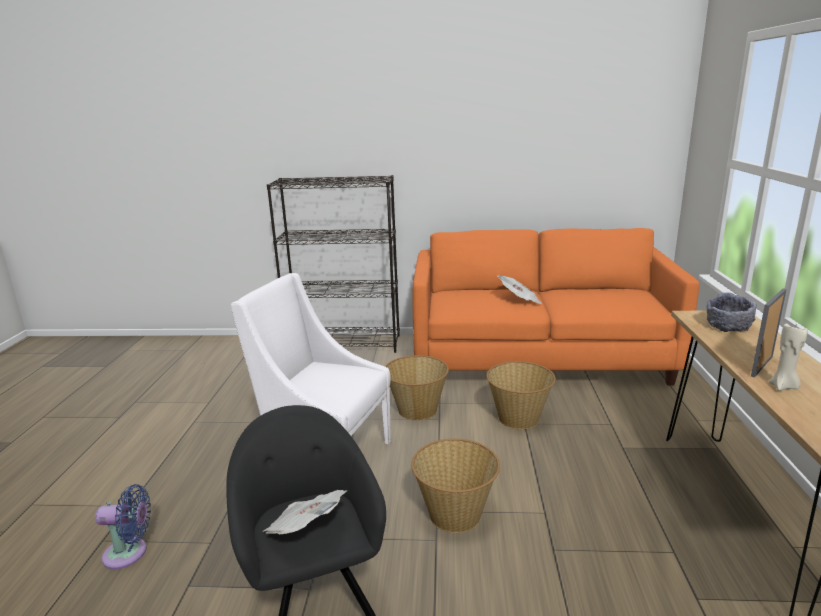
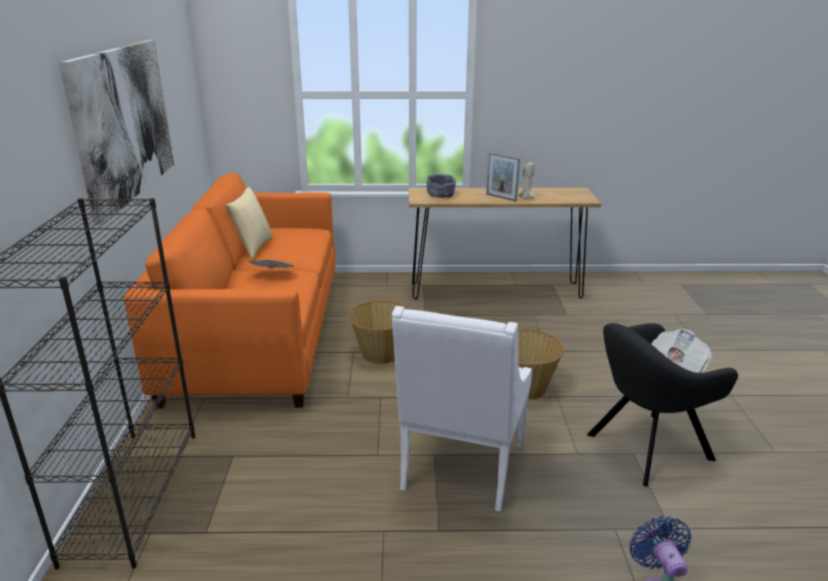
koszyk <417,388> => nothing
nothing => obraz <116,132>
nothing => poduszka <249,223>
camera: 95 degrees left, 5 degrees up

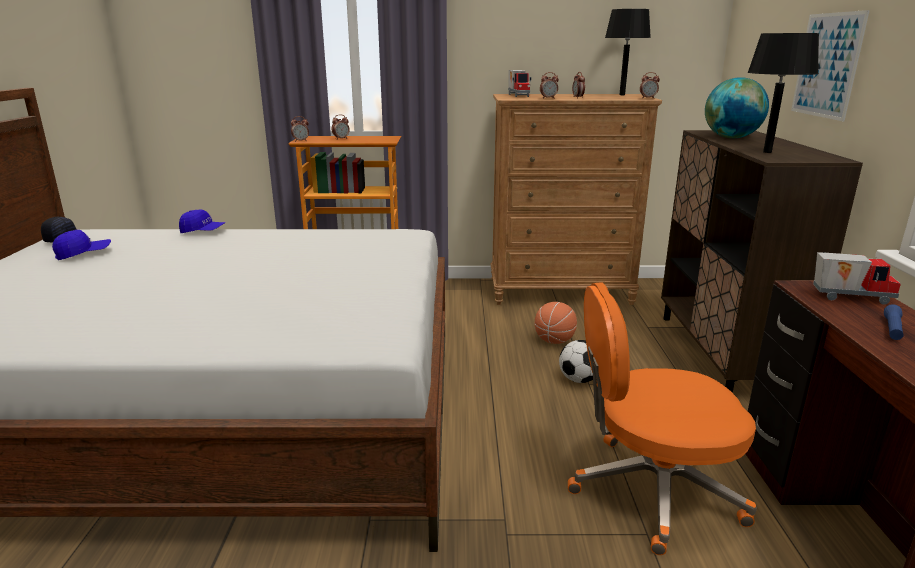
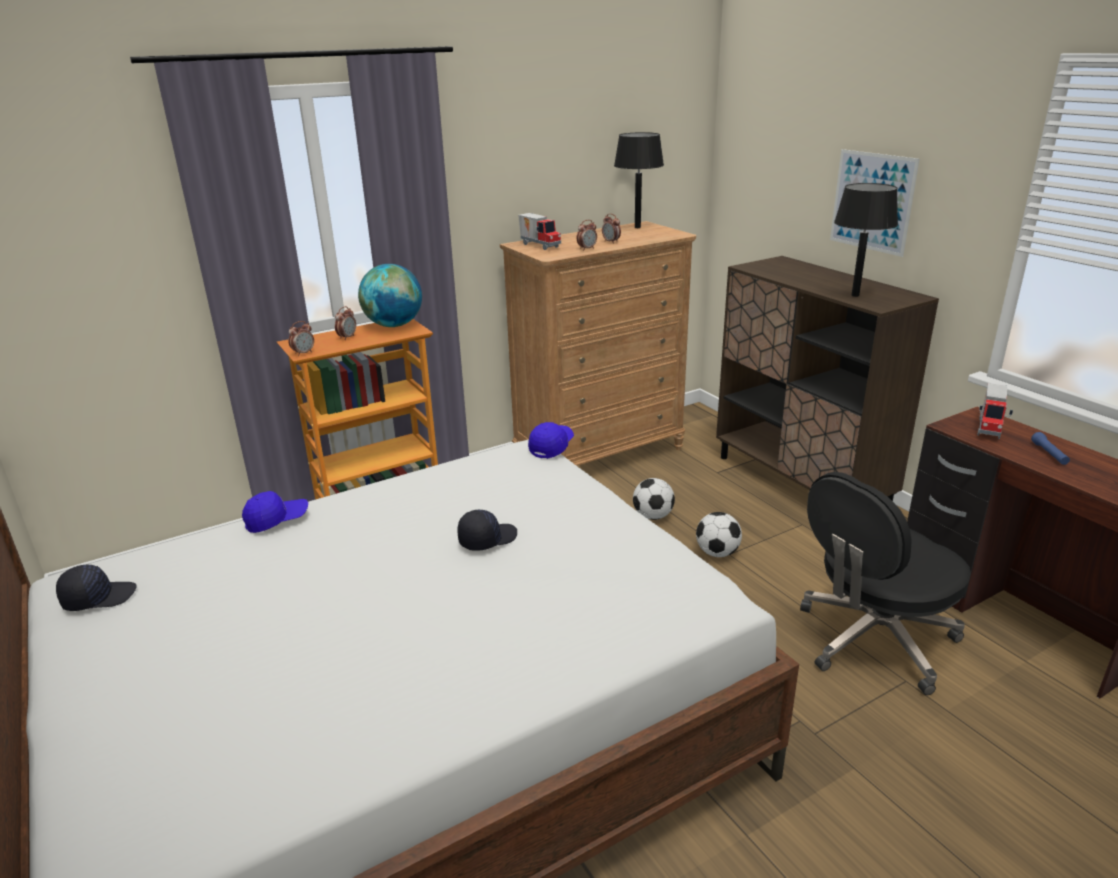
budzik <650,85> => nothing
globus <737,107> => globus <390,295>, moved
czapka z daszkiem [niebieski] <81,245> => czapka z daszkiem [niebieski] <551,440>, moved
ciężarówka zabawkowa <857,278> => ciężarówka zabawkowa <995,411>, 135 degrees clockwise
krzesło biurowe [pomarańczowy] <662,418> => krzesło biurowe [czarny] <885,583>
piłka do koszykówki <556,323> => piłka futbolowa <654,499>
nothing => czapka z daszkiem [czarny] <487,530>
camera: 30 degrees left, 5 degrees up

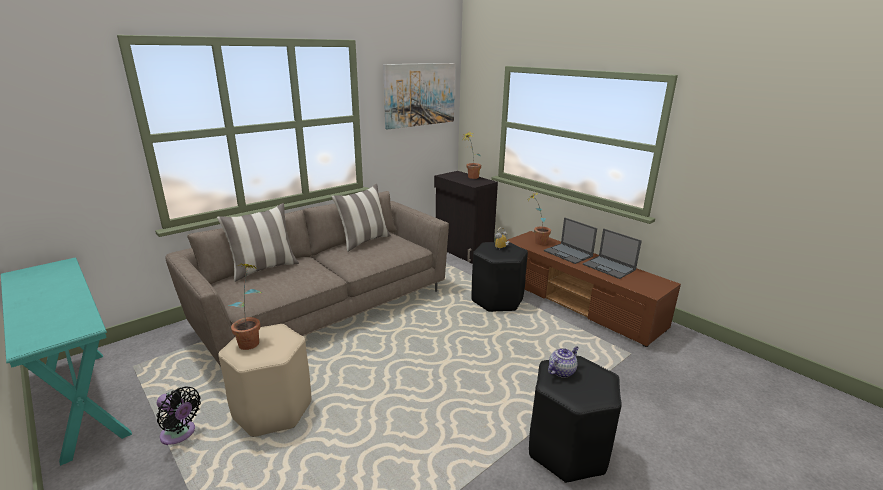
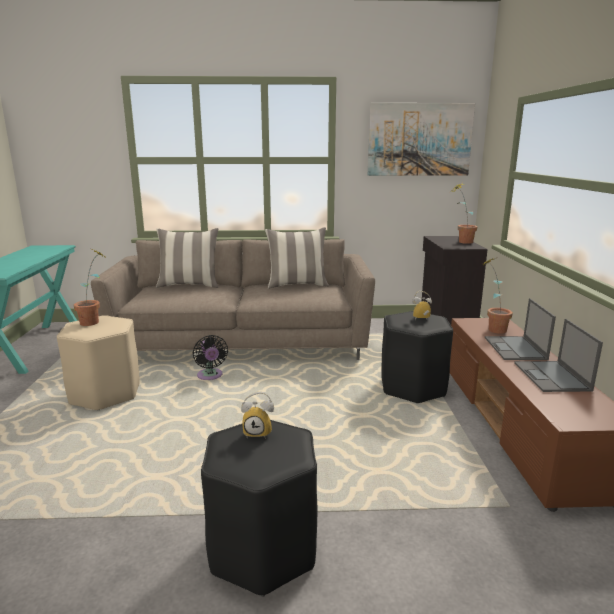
imbryk <563,362> => budzik <257,415>
wentylator [czarny] <179,415> => wentylator [czarny] <210,357>, moved
camera: 40 degrees right, 5 degrees down

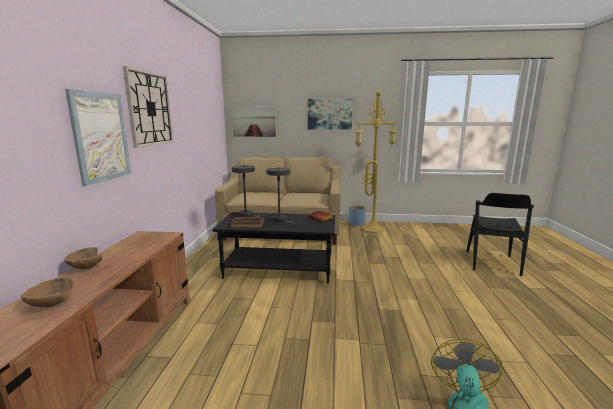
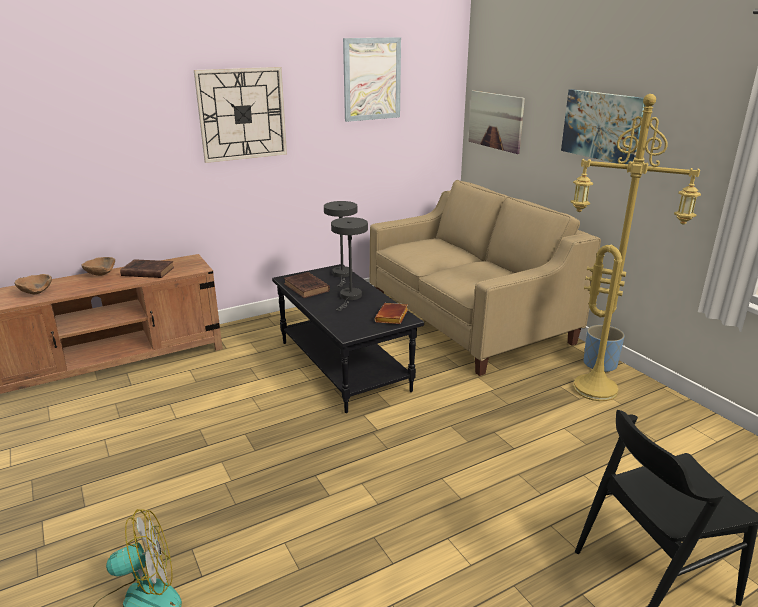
obraz <98,137> => obraz <372,79>, moved
nothing => książka [brązowy] <147,268>
camera: 55 degrees right, 10 degrees up

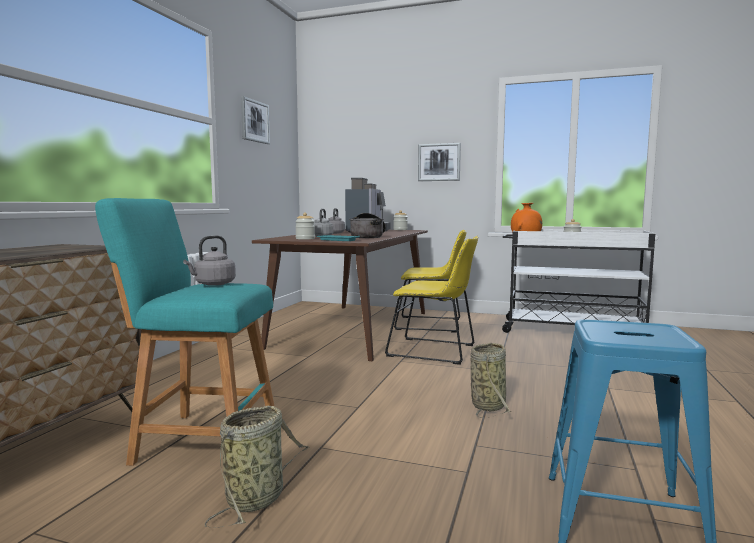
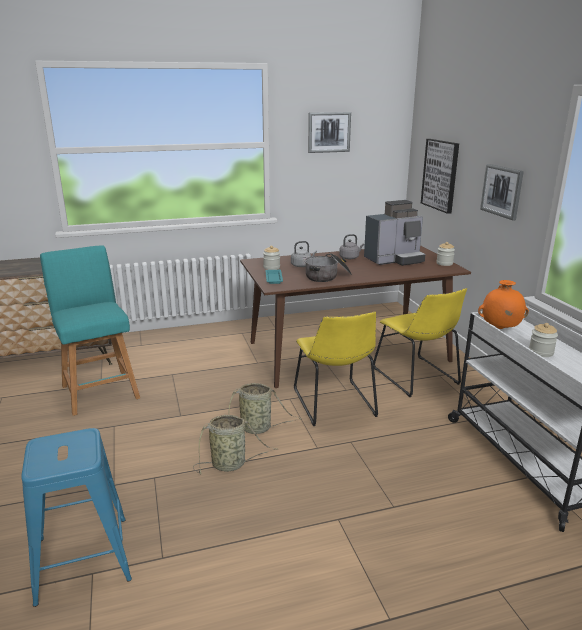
czajnik [szary] <209,260> => nothing
koszyk <257,467> => koszyk <264,408>, moved
nothing => obraz <440,176>
camera: 55 degrees right, 15 degrees up

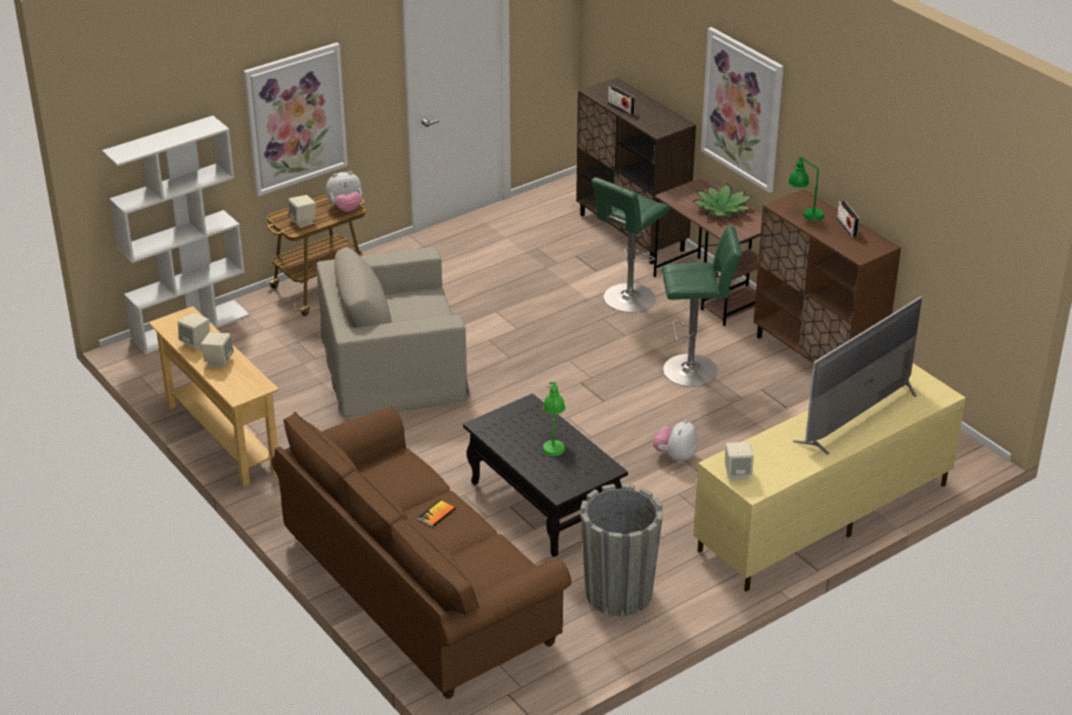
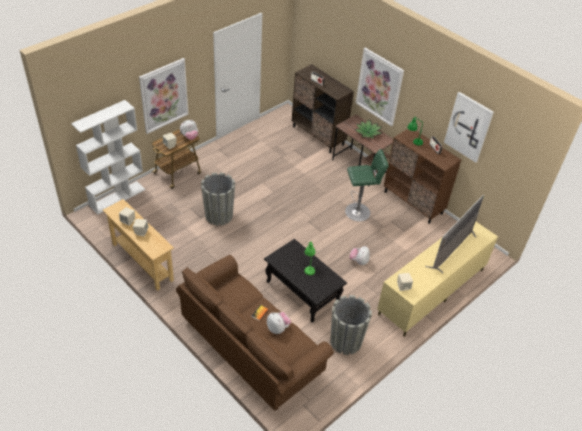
stołek [zielony] <630,245> => nothing
fotel [beżowy] <393,332> => donica [szary] <218,199>
nothing => obraz <469,127>
nothing => pluszak <279,323>
camera: 10 degrees left, 10 degrees up

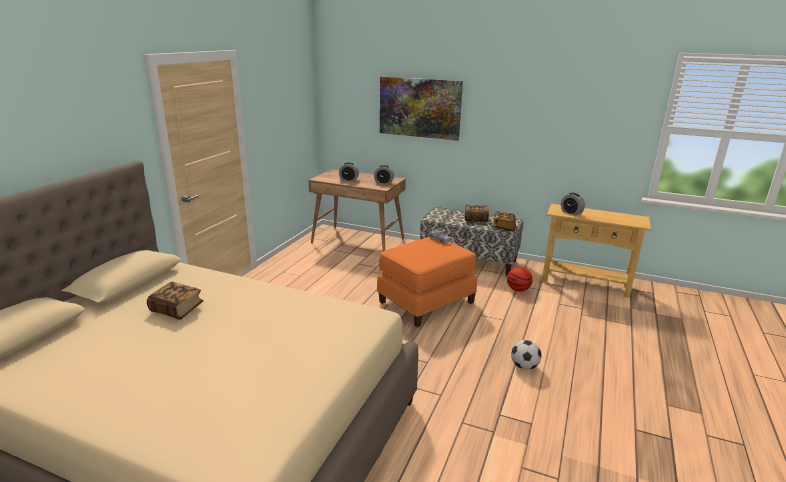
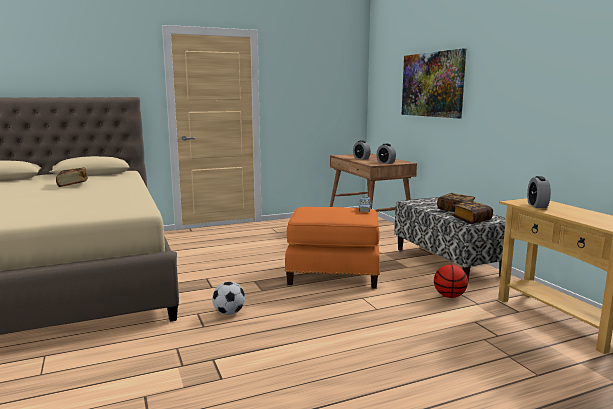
piłka futbolowa <526,355> => piłka futbolowa <228,298>, moved
camera: 45 degrees right, 10 degrees down

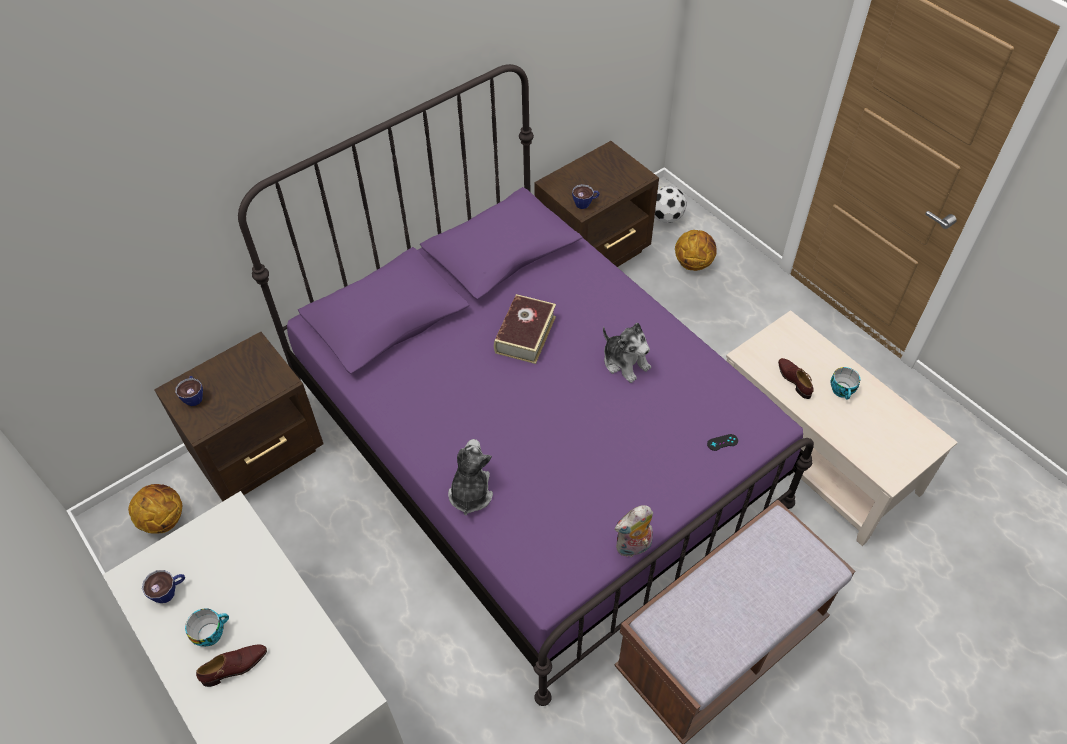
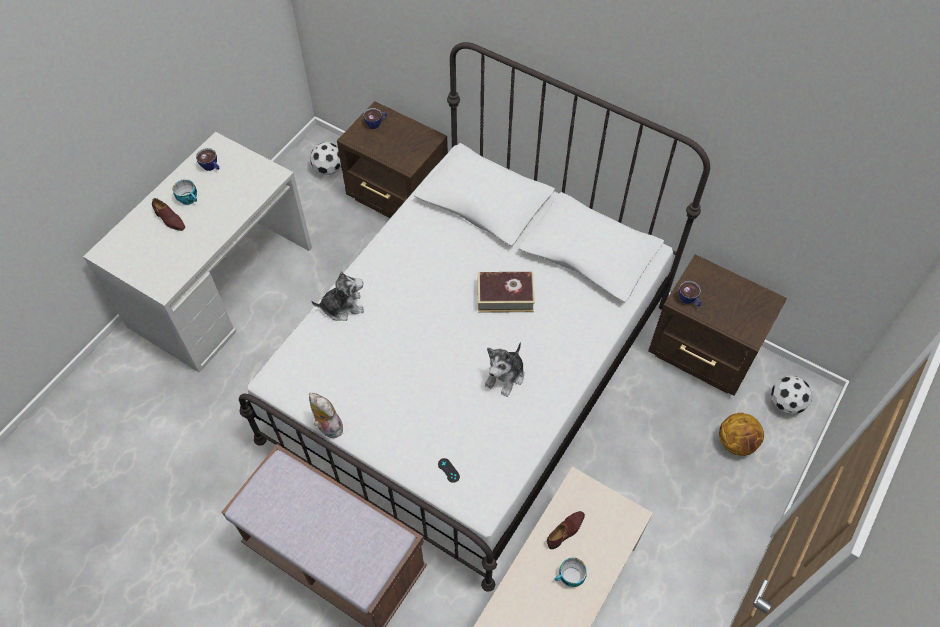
łóżko [fioletowy] <526,385> => łóżko [biały] <474,317>
piłka do koszykówki <155,508> => piłka futbolowa <325,158>
camera: 70 degrees right, 5 degrees up

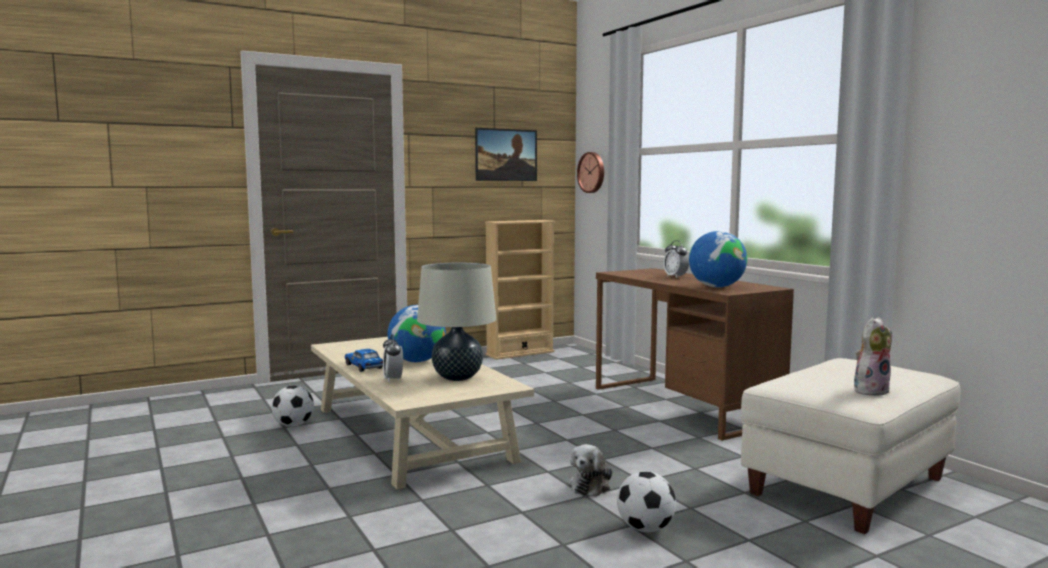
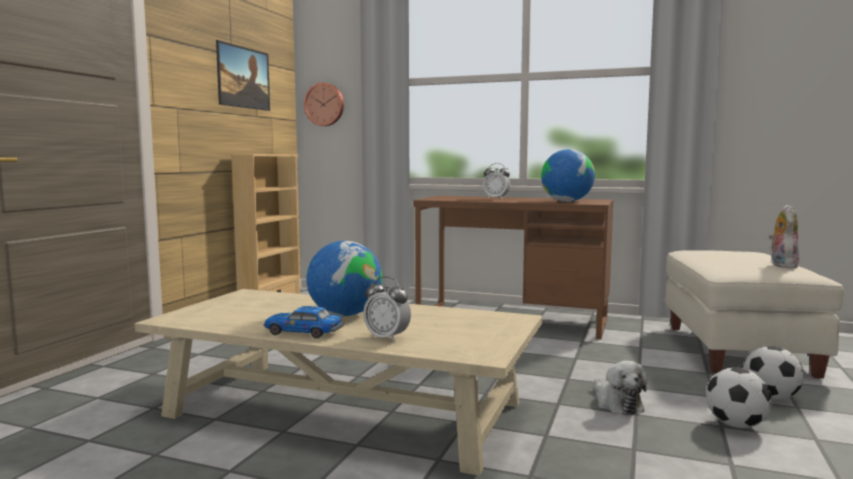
lampa stołowa [beżowy] <456,322> => nothing
piłka futbolowa <292,406> => piłka futbolowa <774,373>, moved
camera: 40 degrees left, 0 degrees up

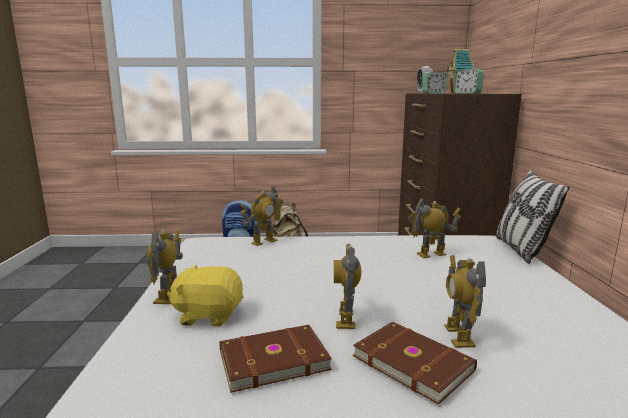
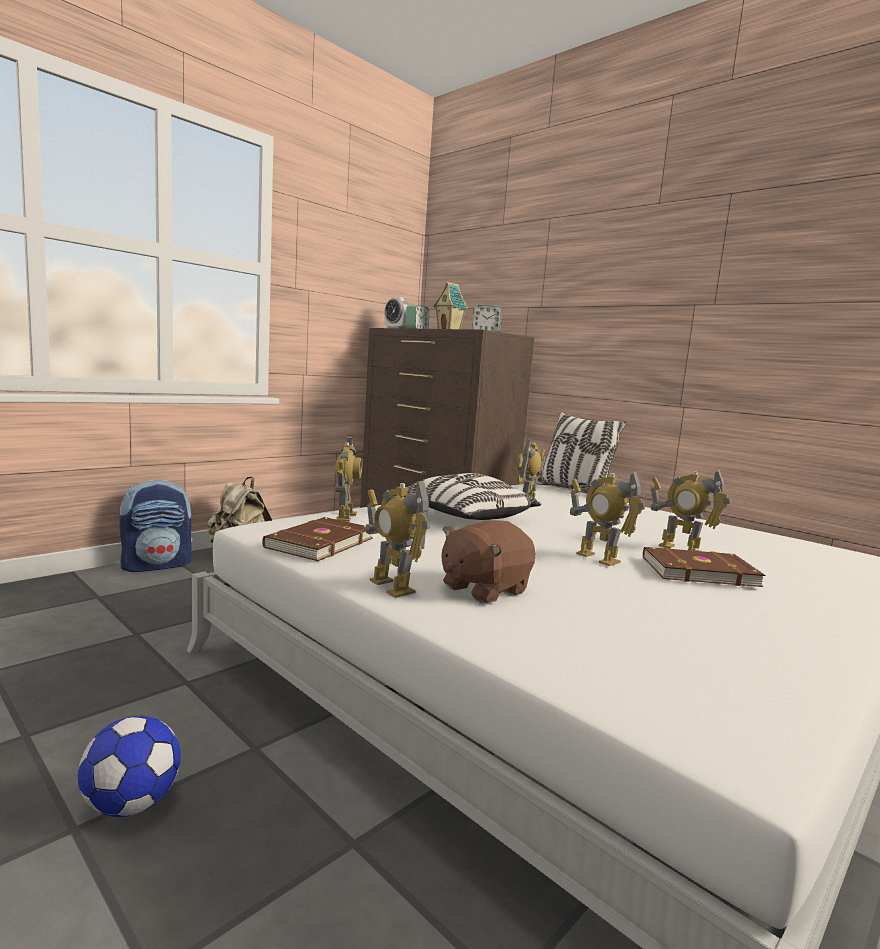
pluszak [żółty] <205,295> => pluszak [brązowy] <488,561>
książka [brązowy] <275,359> => książka [brązowy] <317,539>, moved
nothing => poduszka <472,496>
nothing => piłka futbolowa <129,766>
camera: 45 degrees left, 5 degrees down

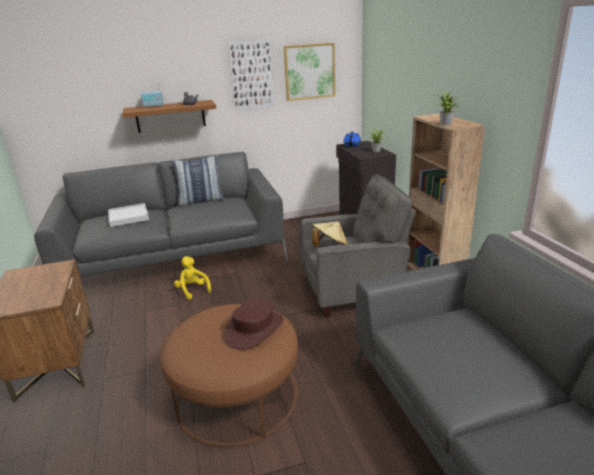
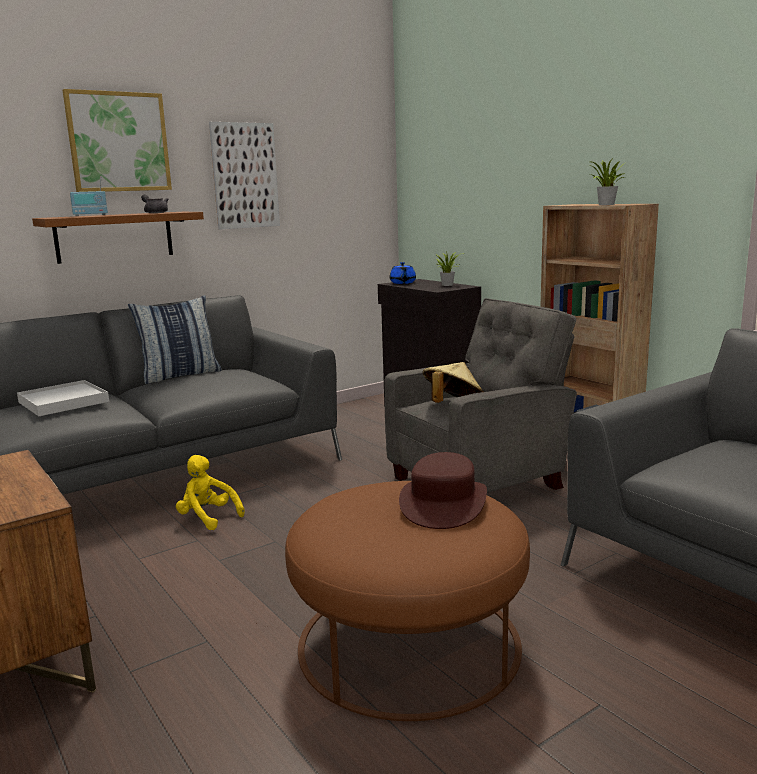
obraz <309,72> => obraz <117,140>, moved
camera: 20 degrees left, 10 degrees down

